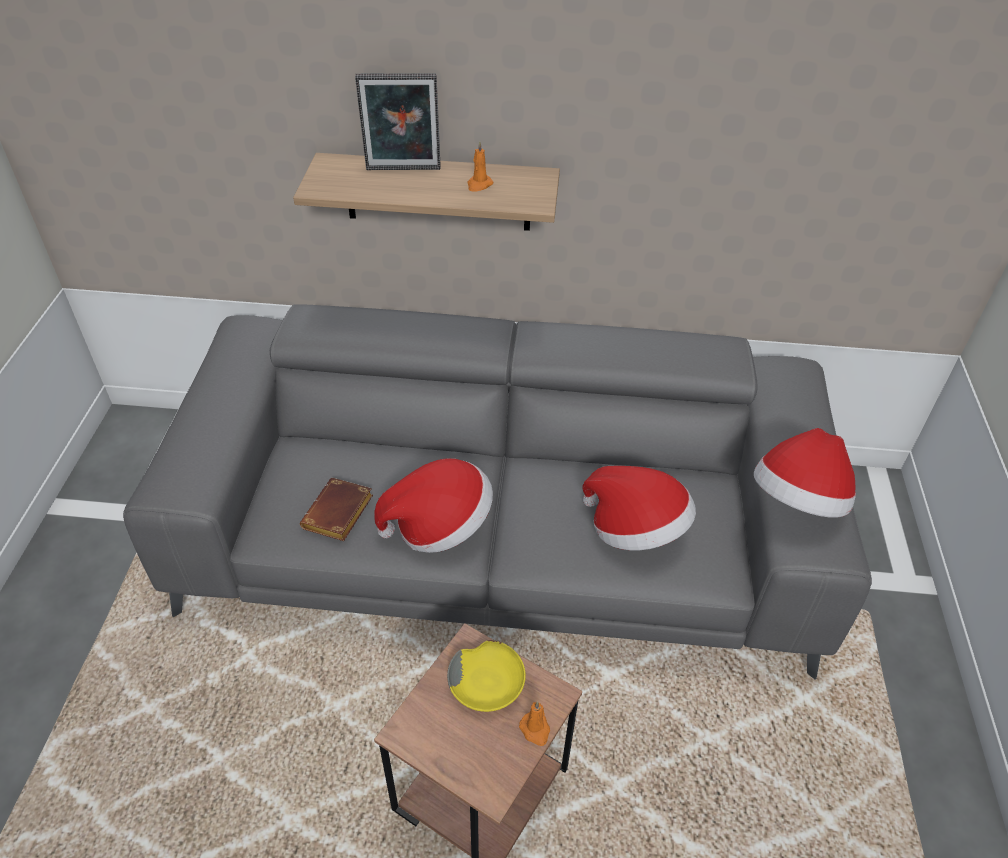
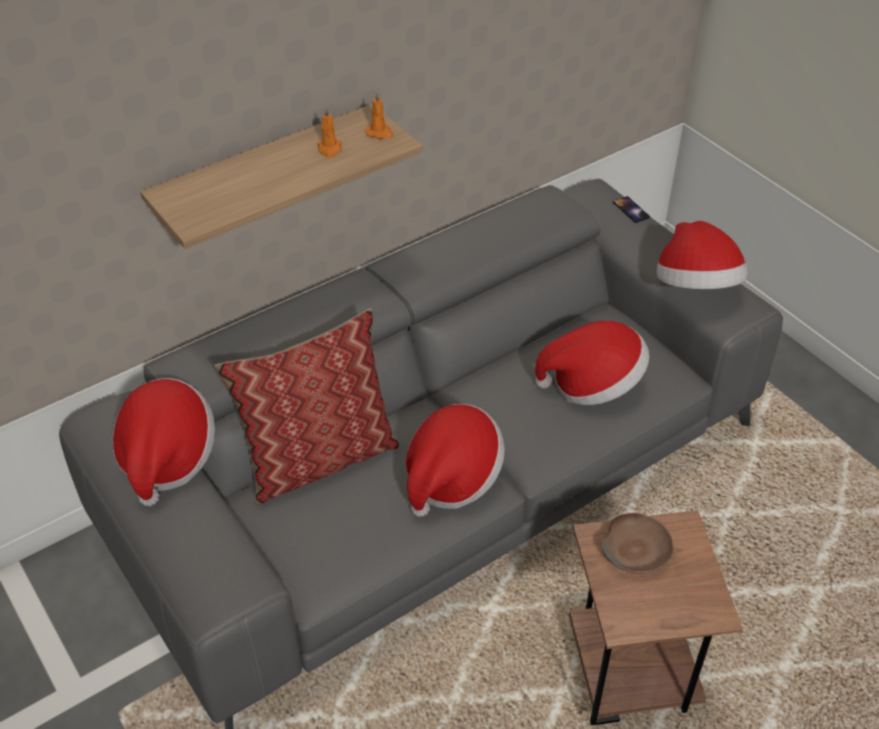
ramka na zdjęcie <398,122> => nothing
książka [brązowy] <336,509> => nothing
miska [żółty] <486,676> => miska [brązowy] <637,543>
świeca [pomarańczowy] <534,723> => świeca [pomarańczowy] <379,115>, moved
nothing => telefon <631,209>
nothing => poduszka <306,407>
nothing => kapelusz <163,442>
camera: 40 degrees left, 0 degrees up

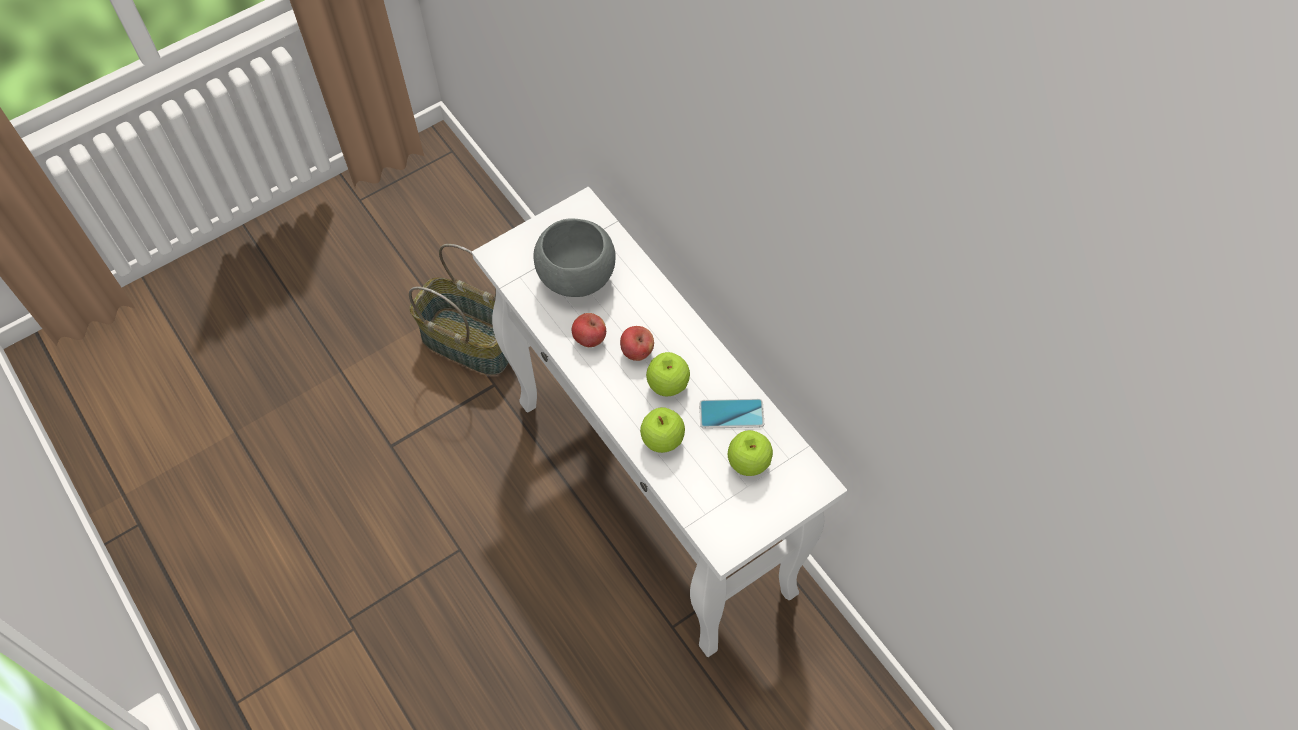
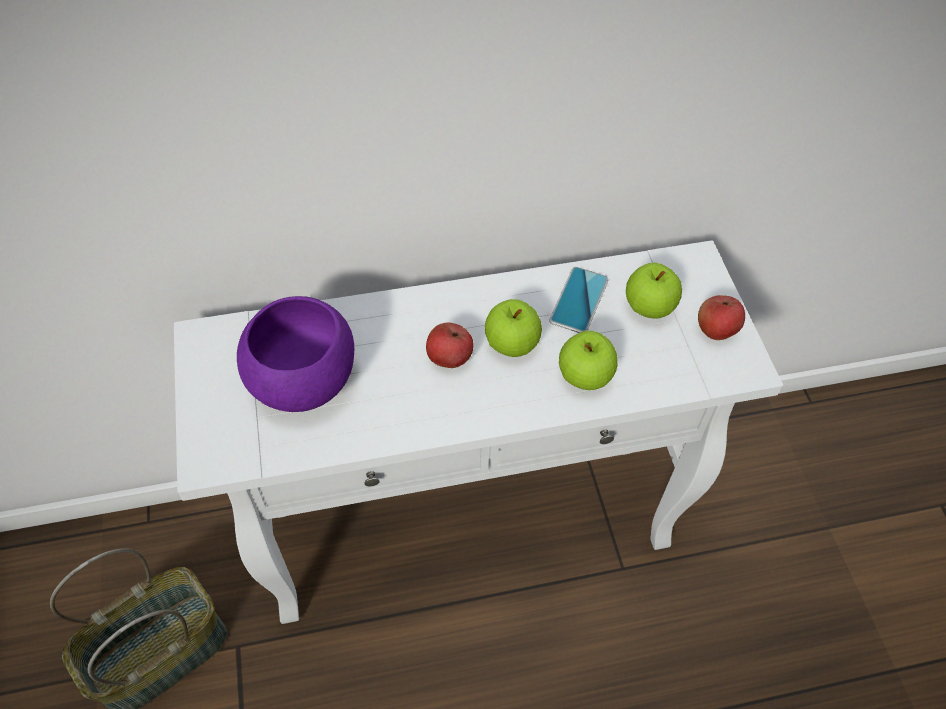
miska [szary] <574,257> => miska [fioletowy] <295,354>
jabłko <589,330> => jabłko <721,317>, moved
camera: 70 degrees left, 5 degrees down

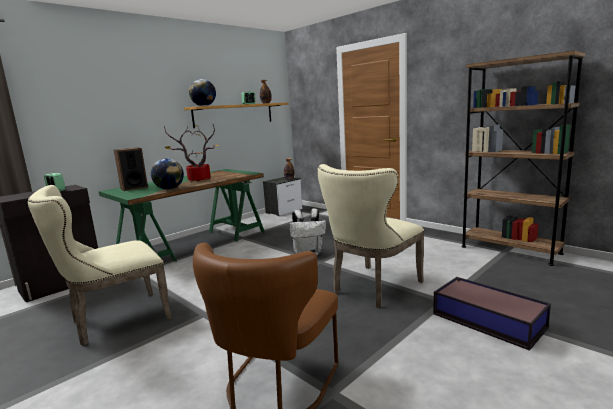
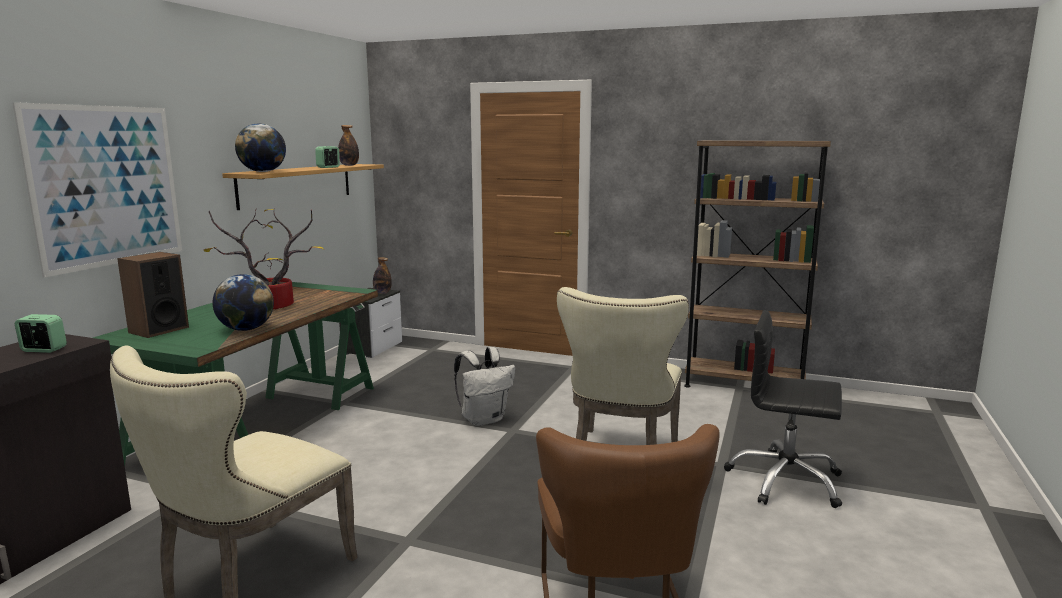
pojemnik do przechowywania <492,314> => krzesło biurowe [czarny] <783,409>
nothing => obraz <97,190>
camera: 25 degrees left, 0 degrees up

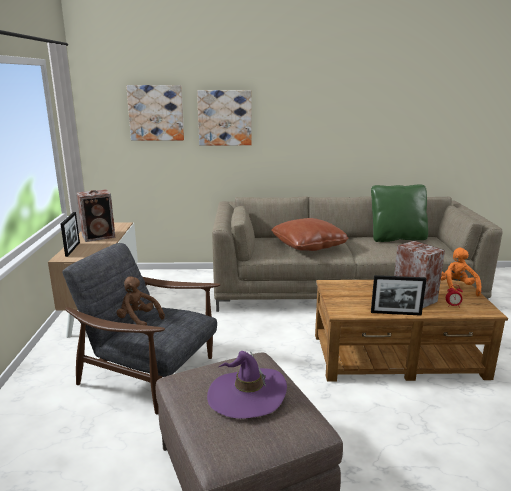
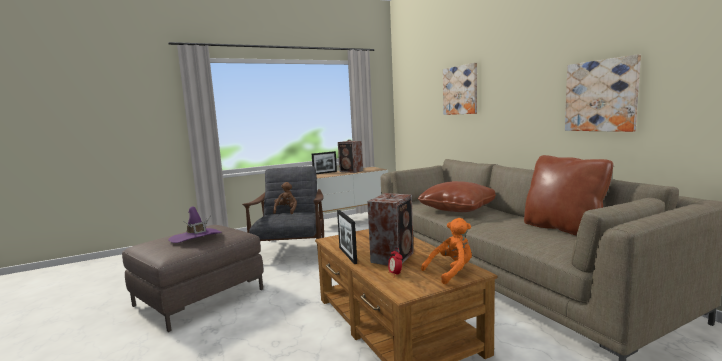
obraz <155,113> => obraz <603,93>, moved
poduszka [zielony] <399,213> => poduszka [brązowy] <568,195>
camera: 65 degrees right, 10 degrees down

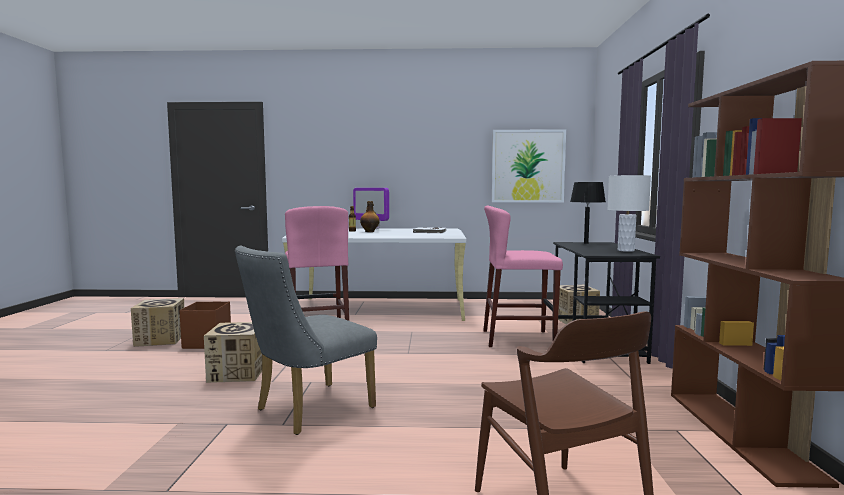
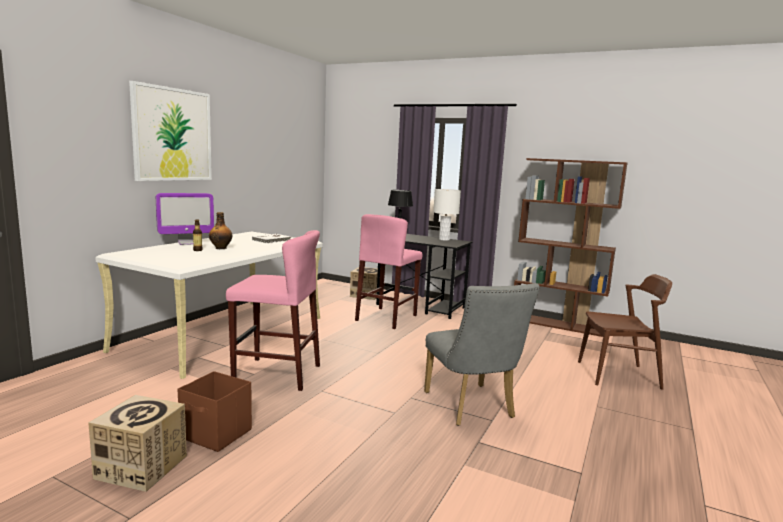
obraz <529,165> => obraz <170,131>, moved
karton <233,352> => nothing
camera: 65 degrees left, 5 degrees up

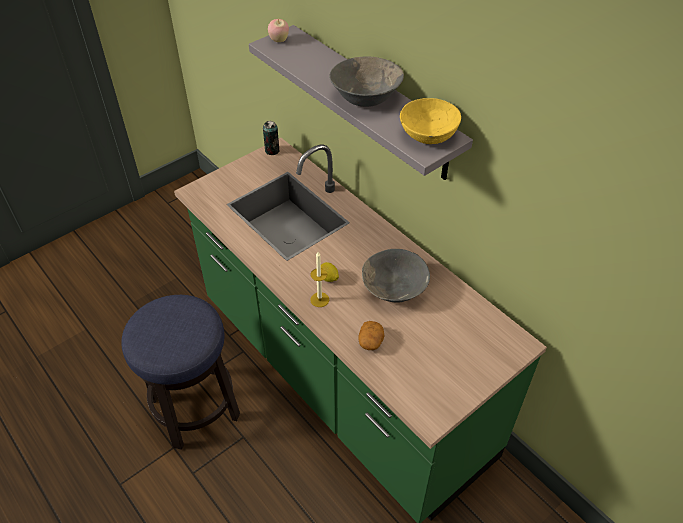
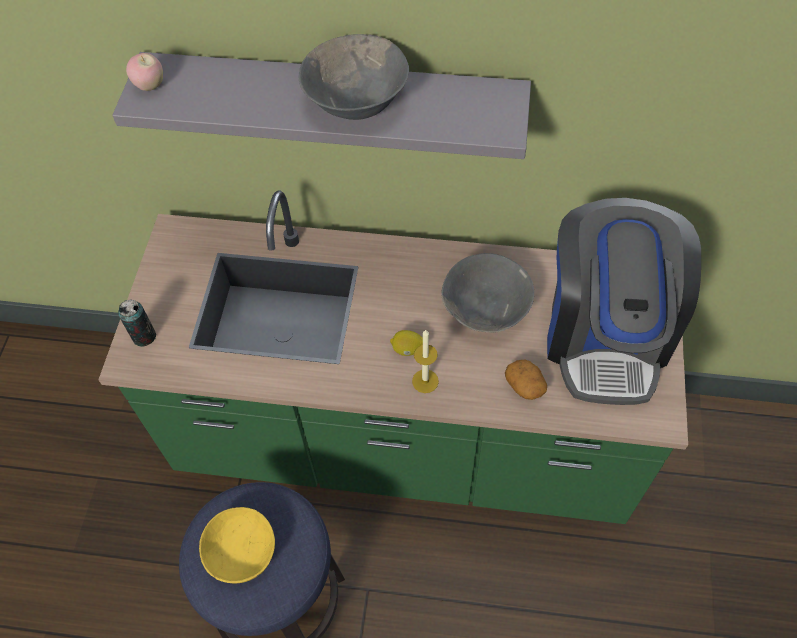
miska [żółty] <430,121> => miska [żółty] <237,545>, moved
puszka <271,138> => puszka <137,323>, moved
nothing => ekspres do kawy <624,301>
camera: 40 degrees left, 10 degrees up

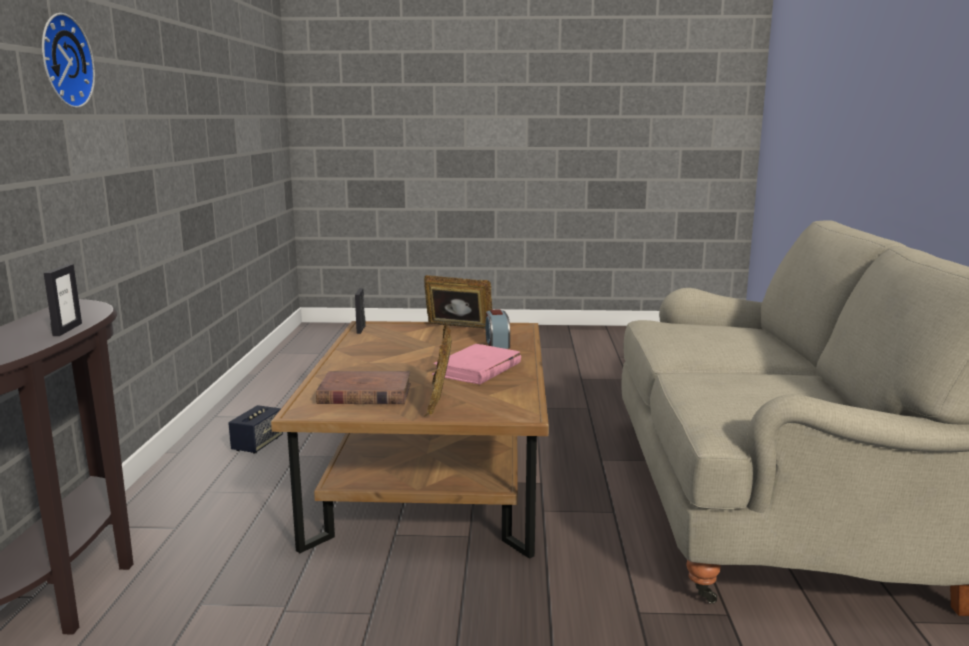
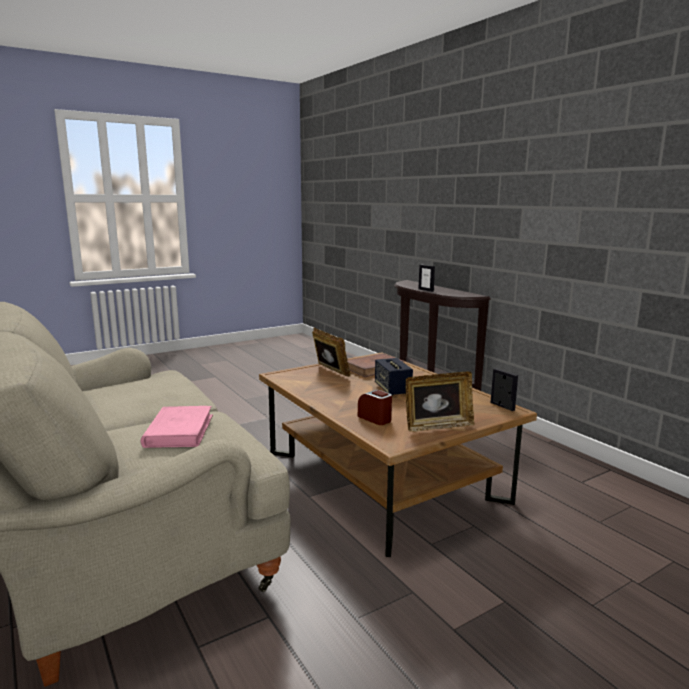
zegar ścienny <68,60> => nothing
książka [różowy] <476,364> => książka [różowy] <177,427>, moved
głośnik <255,429> => głośnik <394,377>, moved
camera: 145 degrees right, 0 degrees up

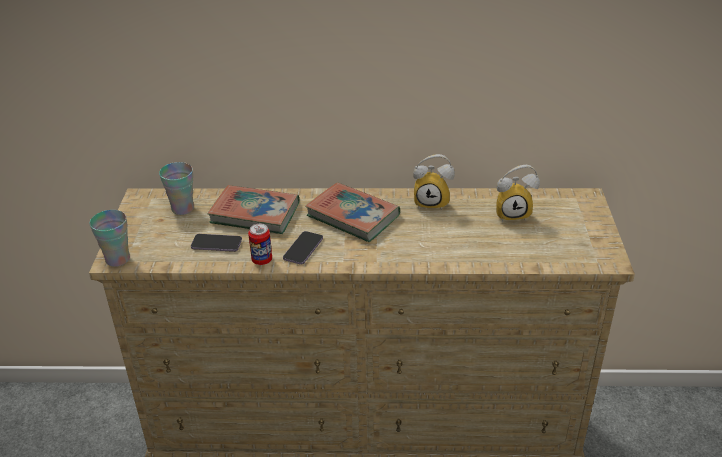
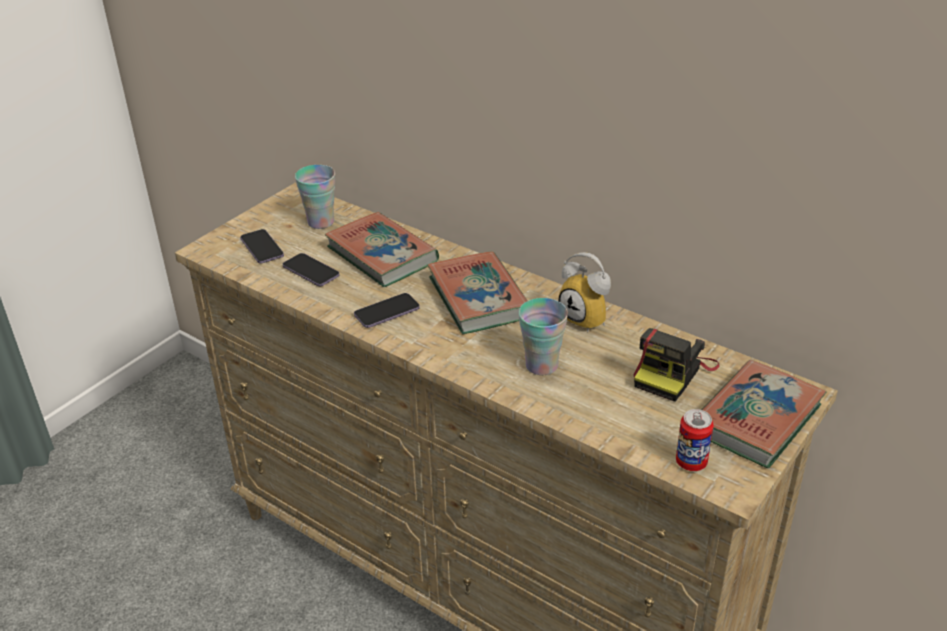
budzik <518,193> => aparat fotograficzny <676,365>
filiżanka <109,238> => filiżanka <543,336>, moved
puszka <260,244> => puszka <695,440>, moved
nothing => telefon <262,246>
nothing => książka <764,414>
camera: 35 degrees right, 0 degrees up

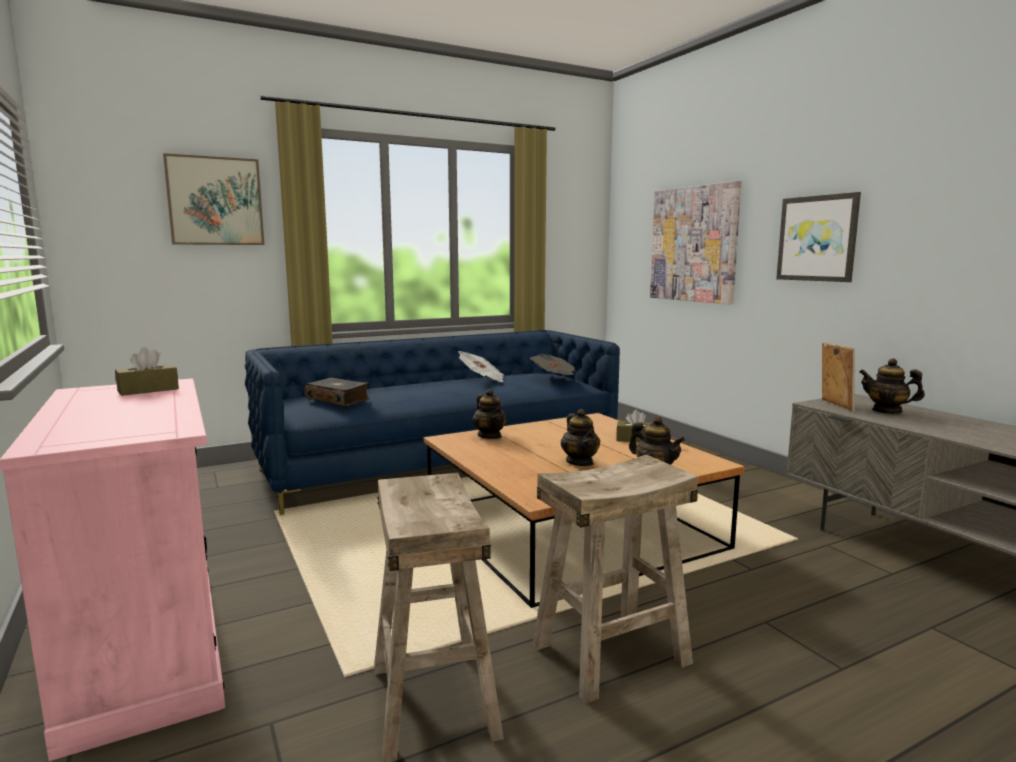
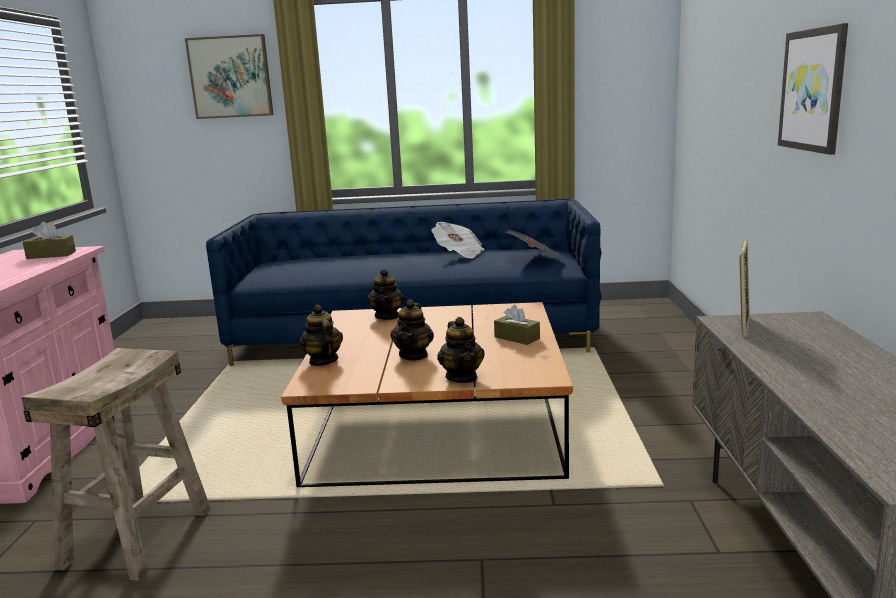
obraz <696,242> => nothing
imbryk <892,386> => imbryk <321,335>, moved
książka <337,392> => nothing
stołek [beżowy] <615,579> => nothing
camera: 30 degrees right, 5 degrees up

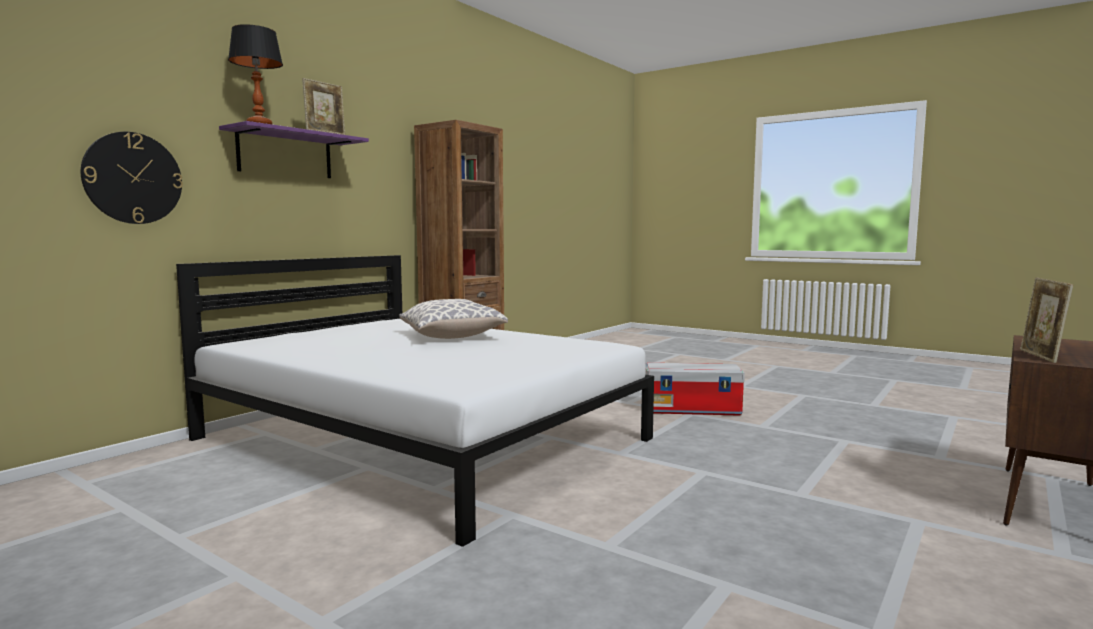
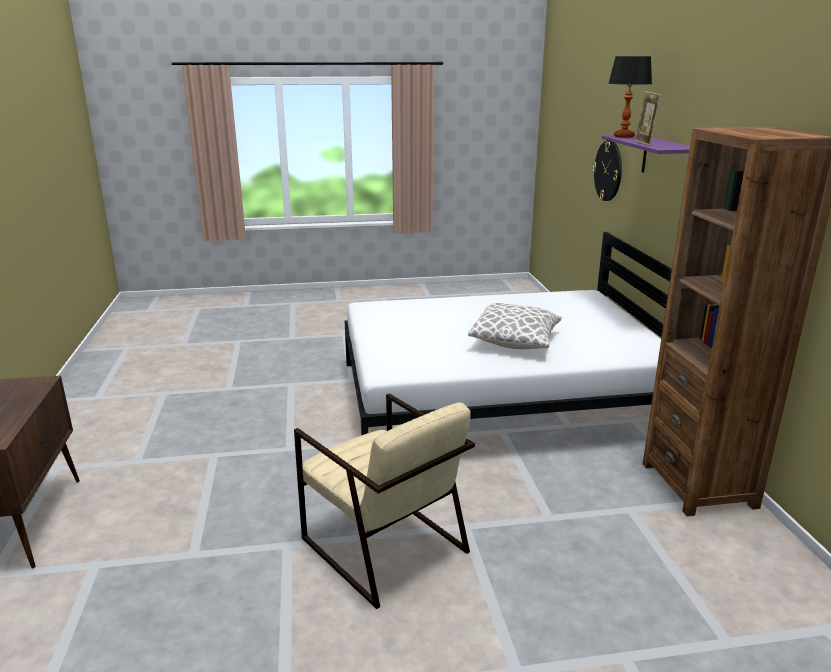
ramka na zdjęcie <1046,320> => nothing
pojemnik do przechowywania <695,389> => fotel [beżowy] <384,501>
camera: 135 degrees right, 15 degrees up

